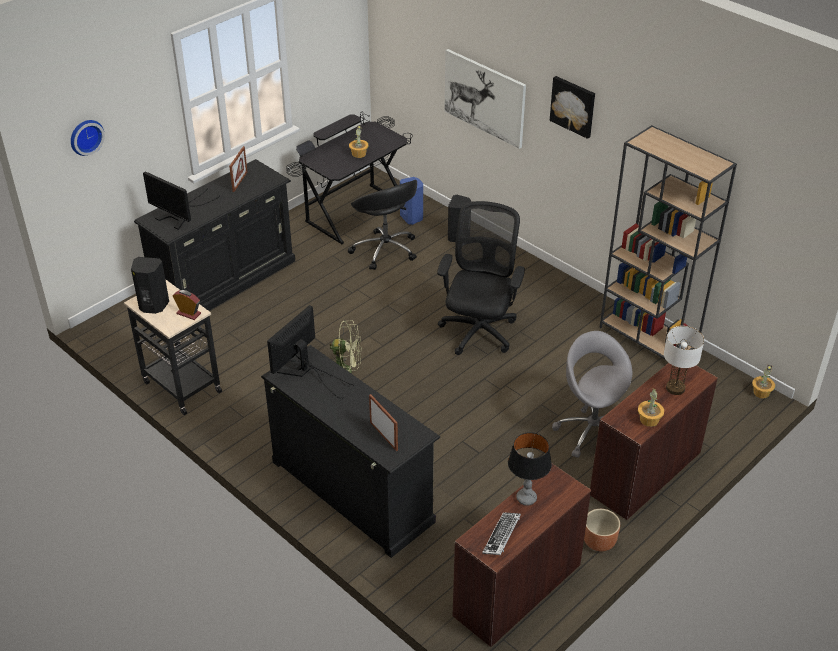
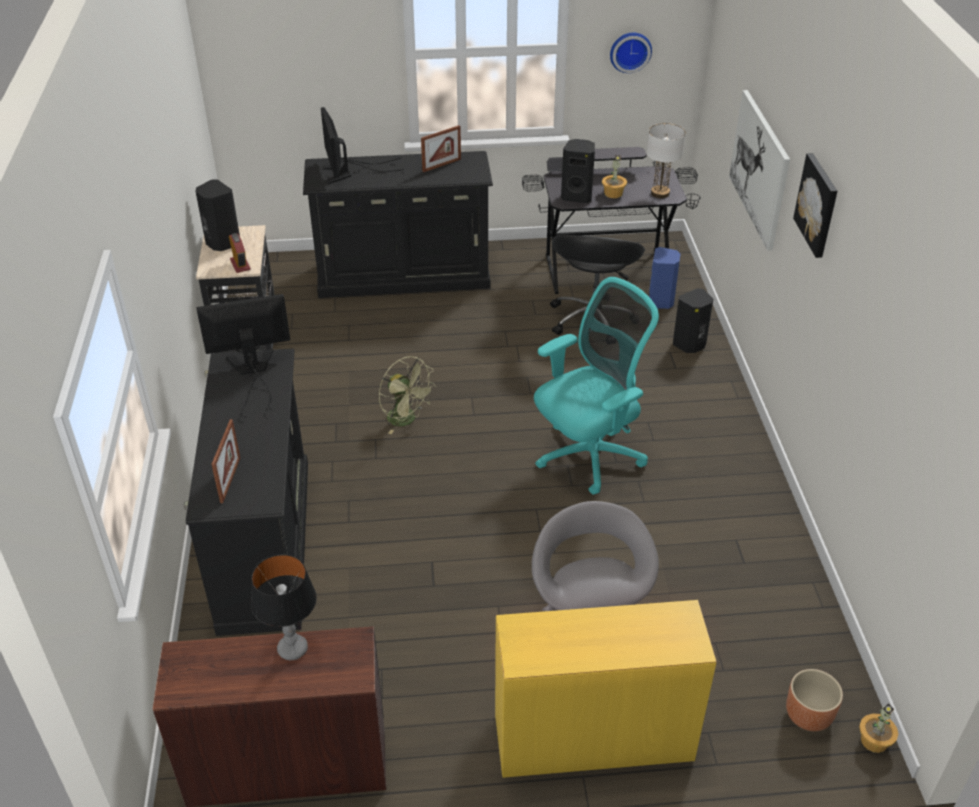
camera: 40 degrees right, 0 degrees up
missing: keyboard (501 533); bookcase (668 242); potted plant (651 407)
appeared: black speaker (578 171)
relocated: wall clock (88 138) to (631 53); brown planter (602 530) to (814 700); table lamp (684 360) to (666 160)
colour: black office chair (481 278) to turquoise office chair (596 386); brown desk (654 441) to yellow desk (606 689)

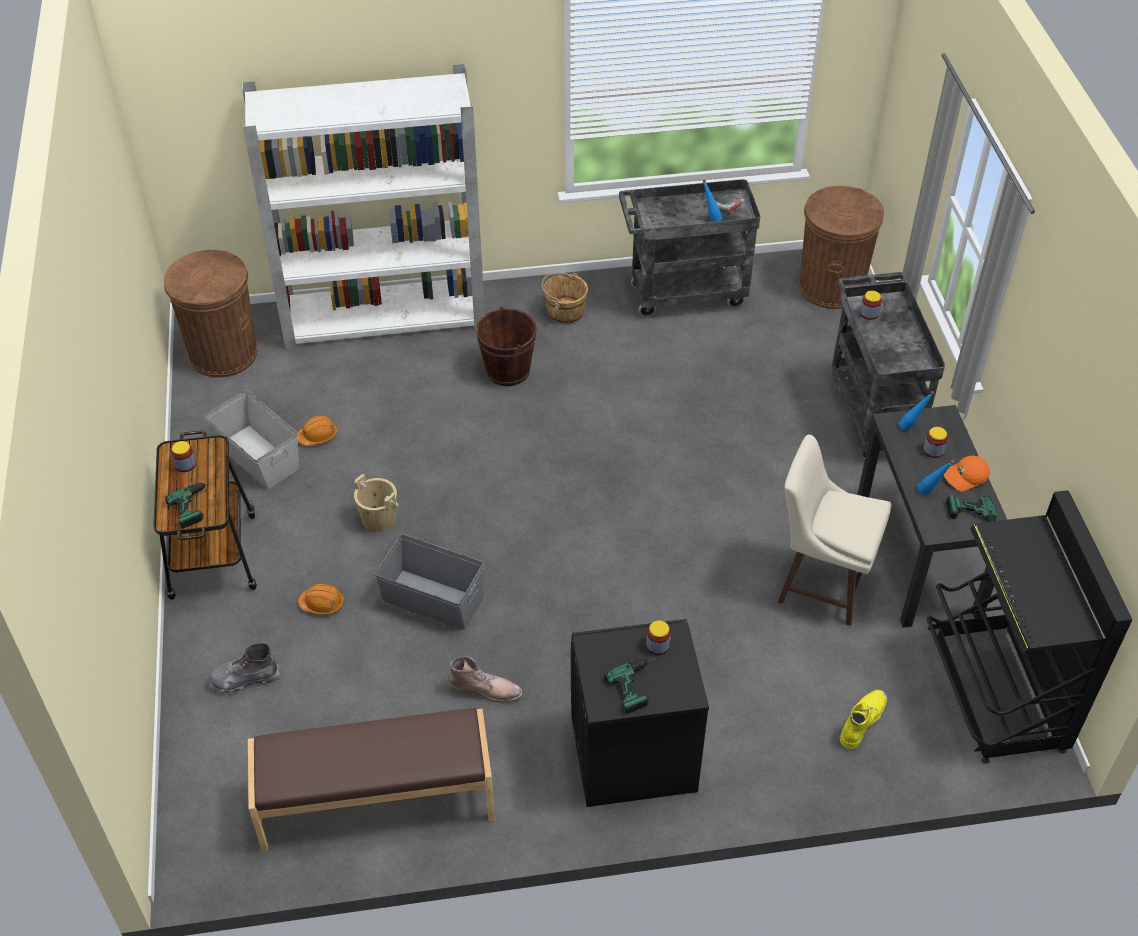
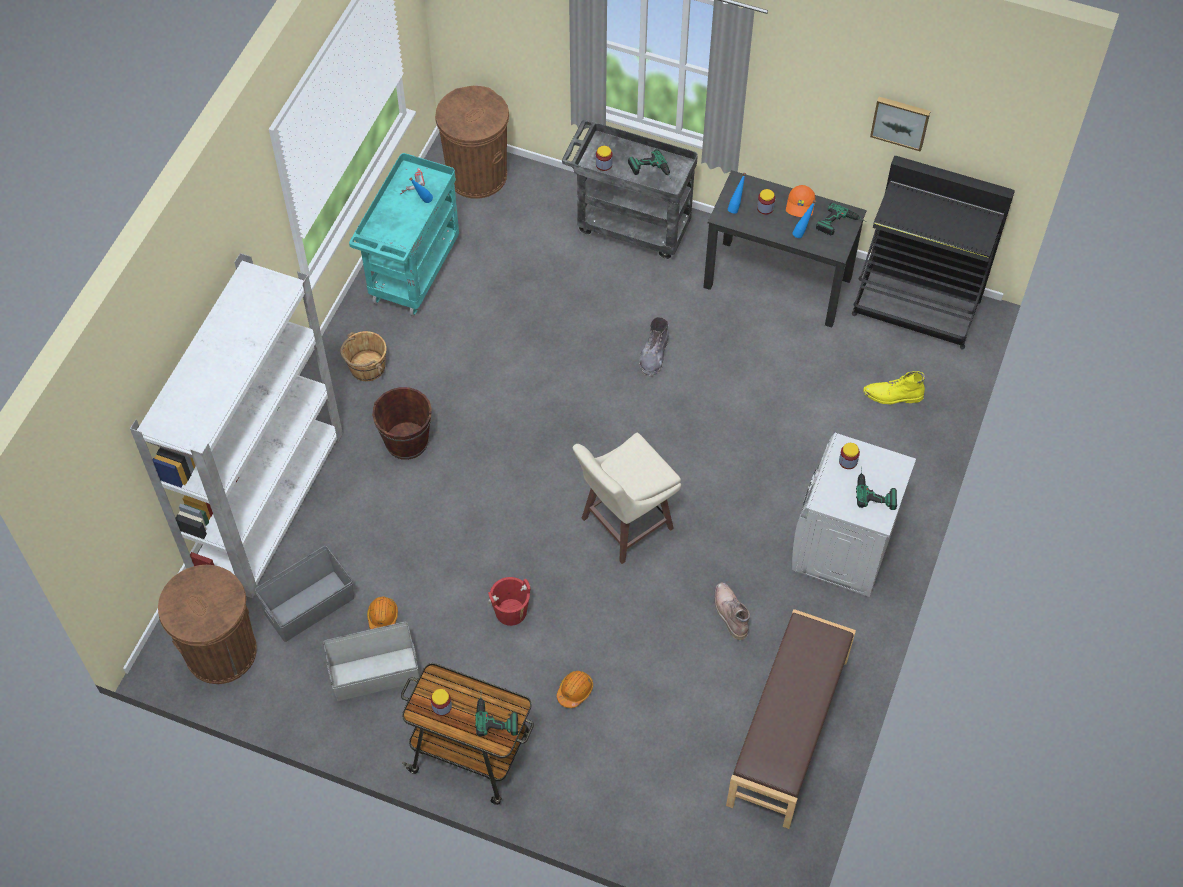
camera: 60 degrees left, 10 degrees up
appeared: power drill (650 165); picture (900 124)
relocated: grey boot (244 669) to (654 347); grey storage box (429 582) to (304 594); beige stool (834 530) to (627 498)
colour: beige bucket (376 503) to red bucket (509 601); black washing machine (640 713) to white washing machine (854 515); black cart (689 248) to turquoise cart (404 234)
spun: brown boot (486 680) = (732 611) 60 degrees counterclockwise; yellow boot (863 719) = (894 388) 60 degrees counterclockwise

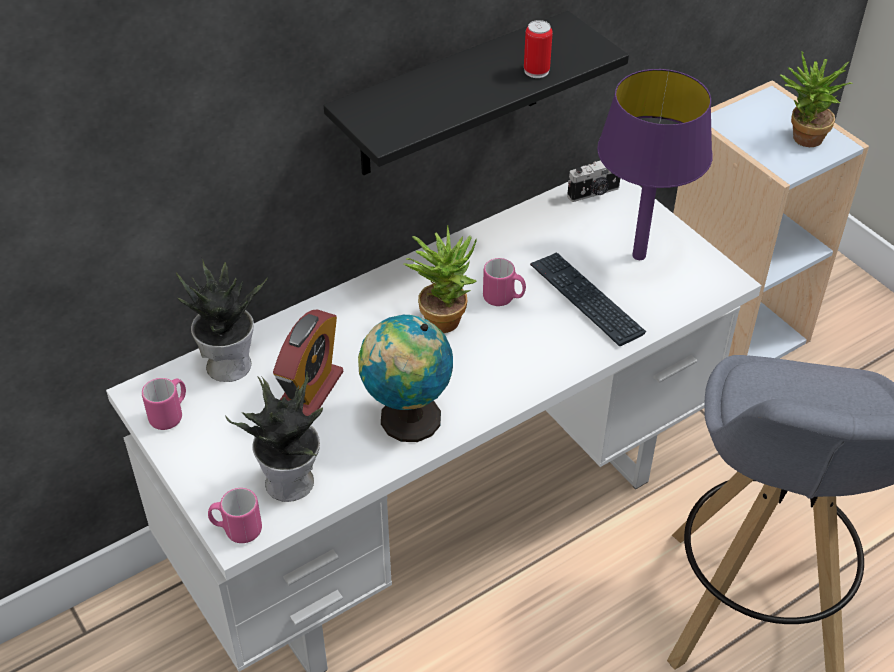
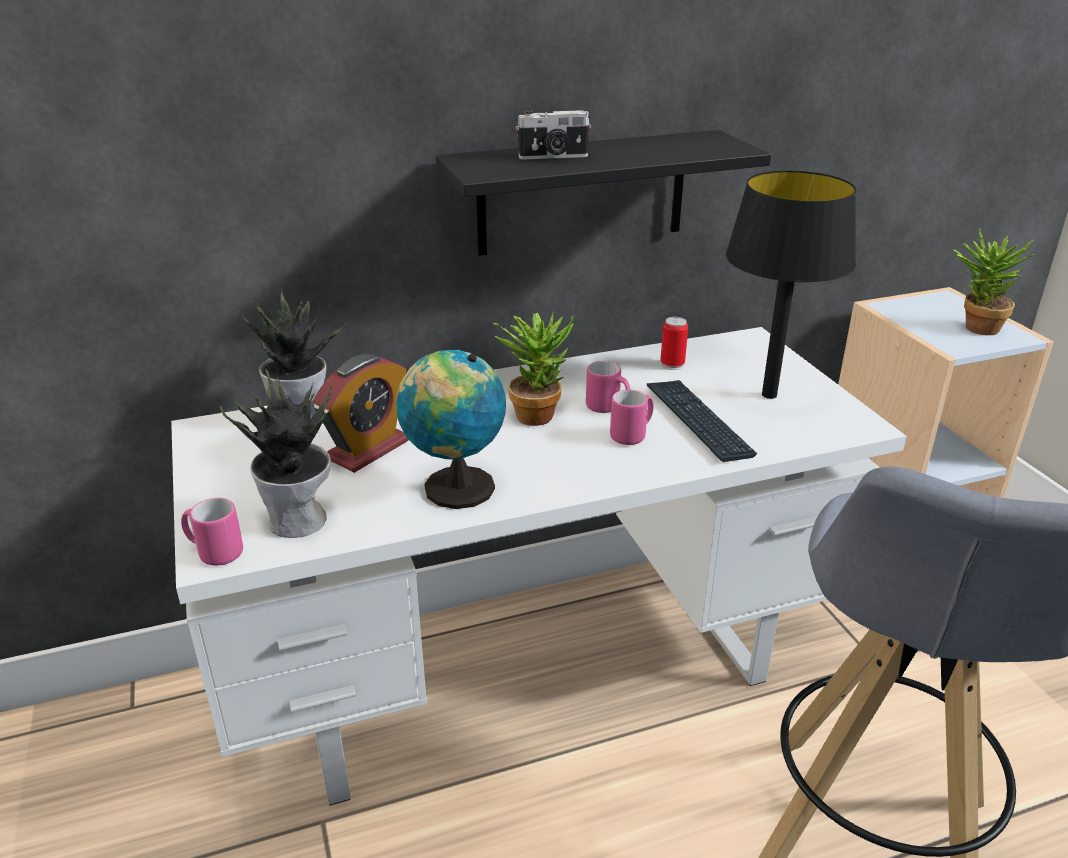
camera: 15 degrees right, 15 degrees down
relocated: pink mug (164 404) to (632 417); can (538 49) to (674 343); photo camera (593 181) to (554 134)
colour: purple table lamp (655 164) to black table lamp (791 285)

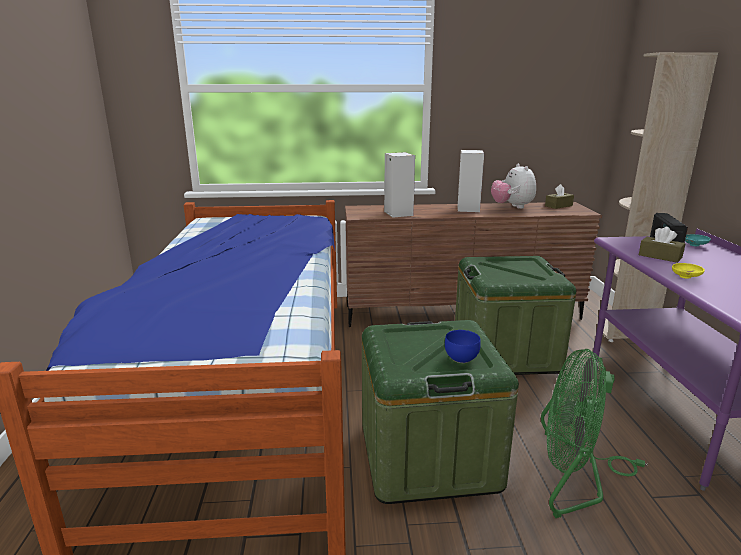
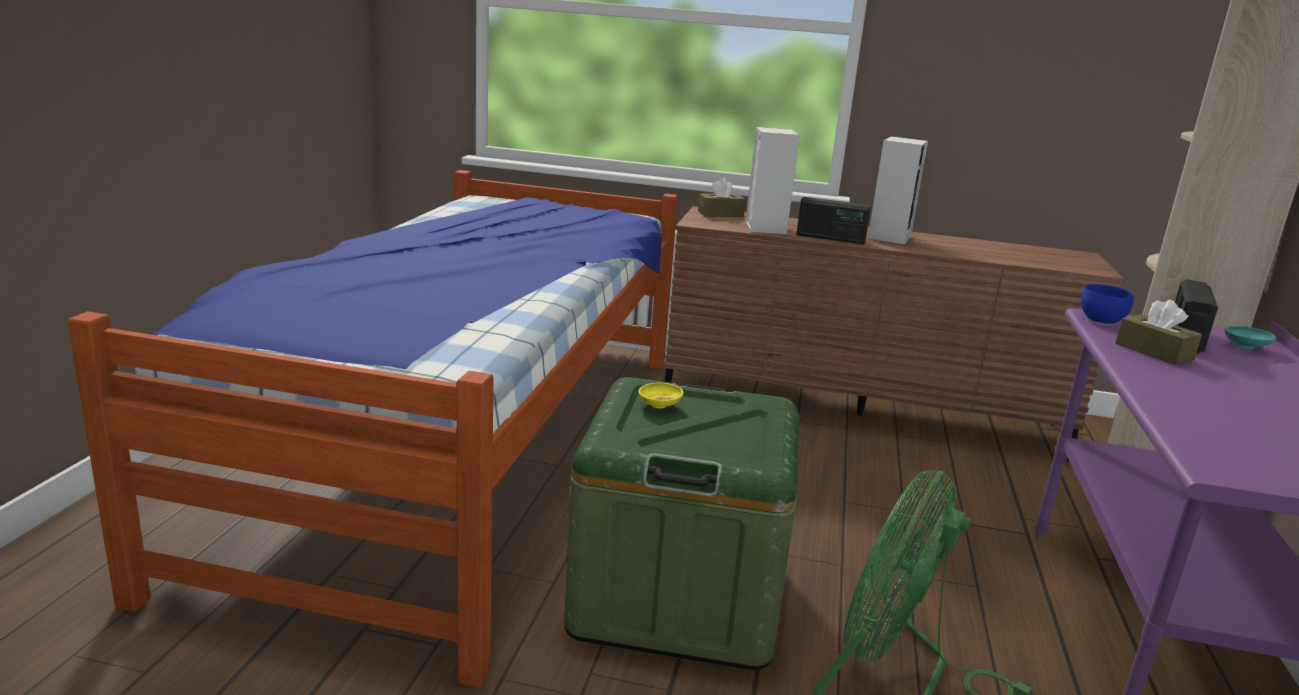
camera: 15 degrees right, 0 degrees up
missing: green storage box (515 315); plush toy (513 186)
appeared: radio (833 220)
relocated: blue bowl (463 346) to (1107 304); brown tissue box (559 196) to (722 197); yellow bowl (688 271) to (660 395)

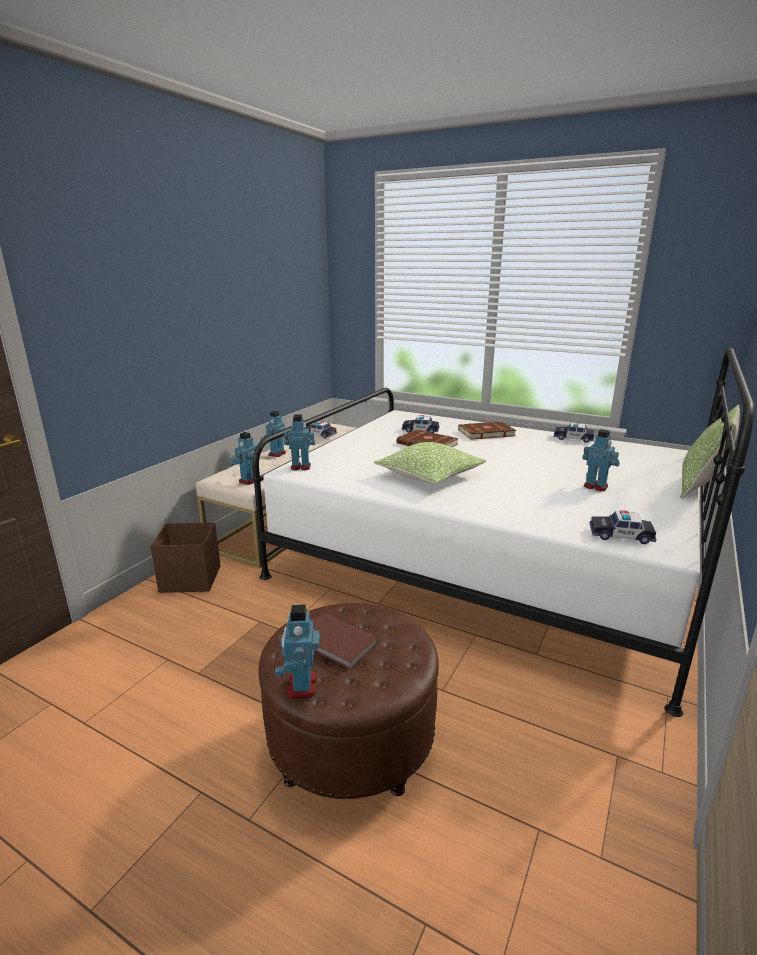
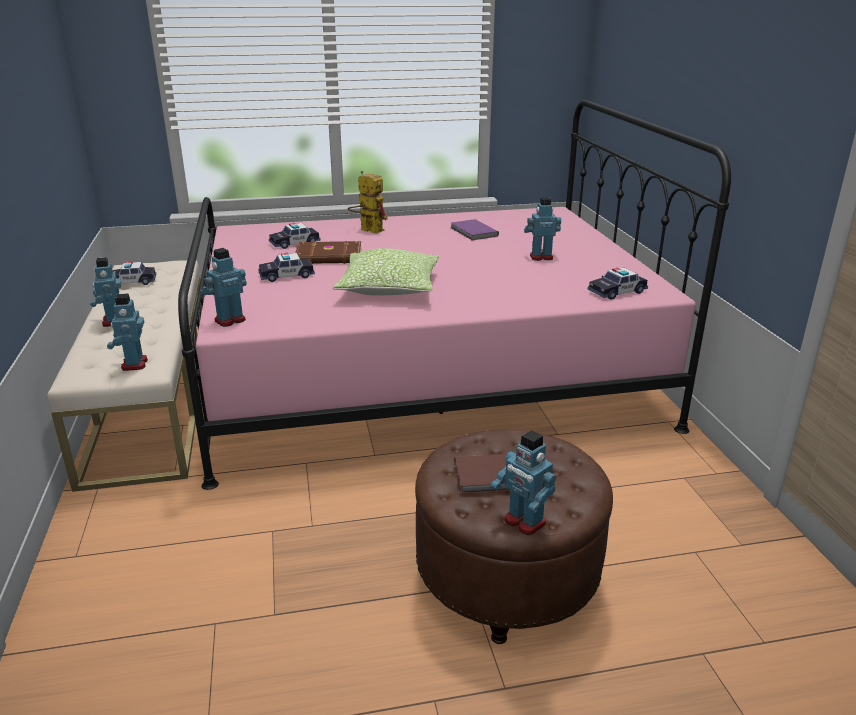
camera: 40 degrees left, 5 degrees up
missing: brown storage box (185 557); pillow (710 452)
appeared: purple book (475 229)
relocated: toy car (574 432) to (286 267)
exchanged: brown book (487 431) to toy robot (368 202)
colour: white bed (503 532) to pink bed (454 295)

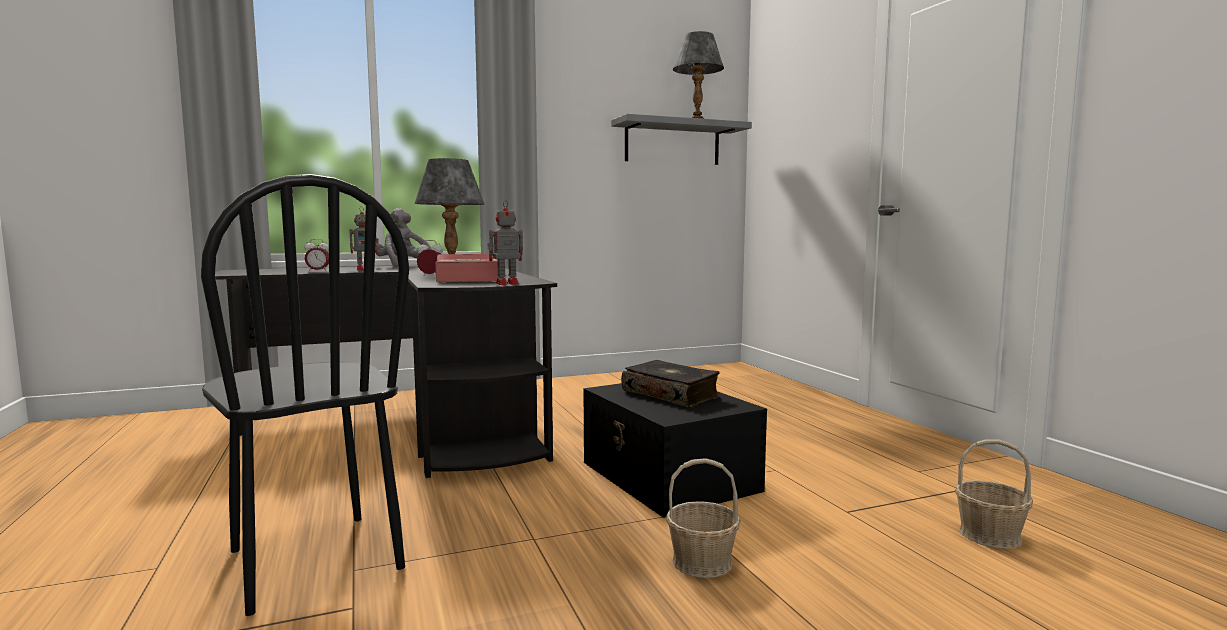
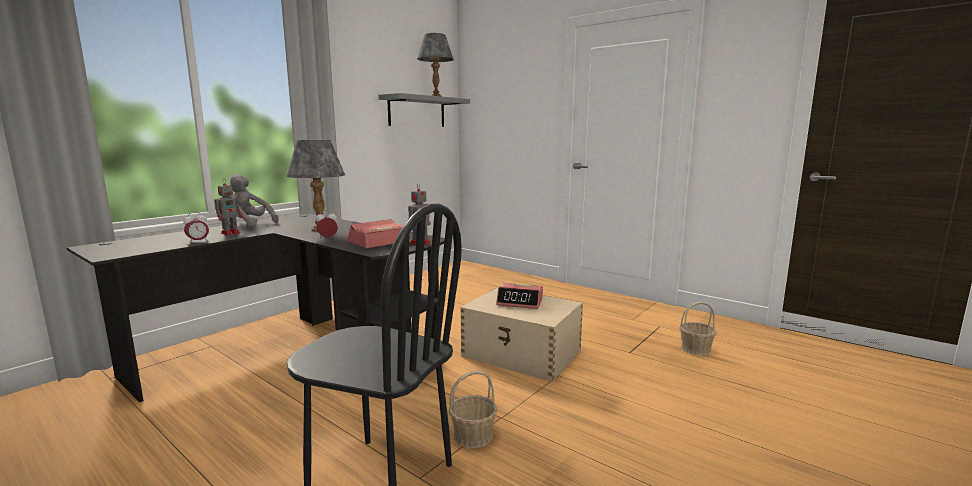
camera: 30 degrees left, 5 degrees up
relocated: basket (703 518) to (473 409)
exchanged: book (670 384) to alarm clock (519 296)
colour: black storage box (675 450) to beige storage box (521 334)

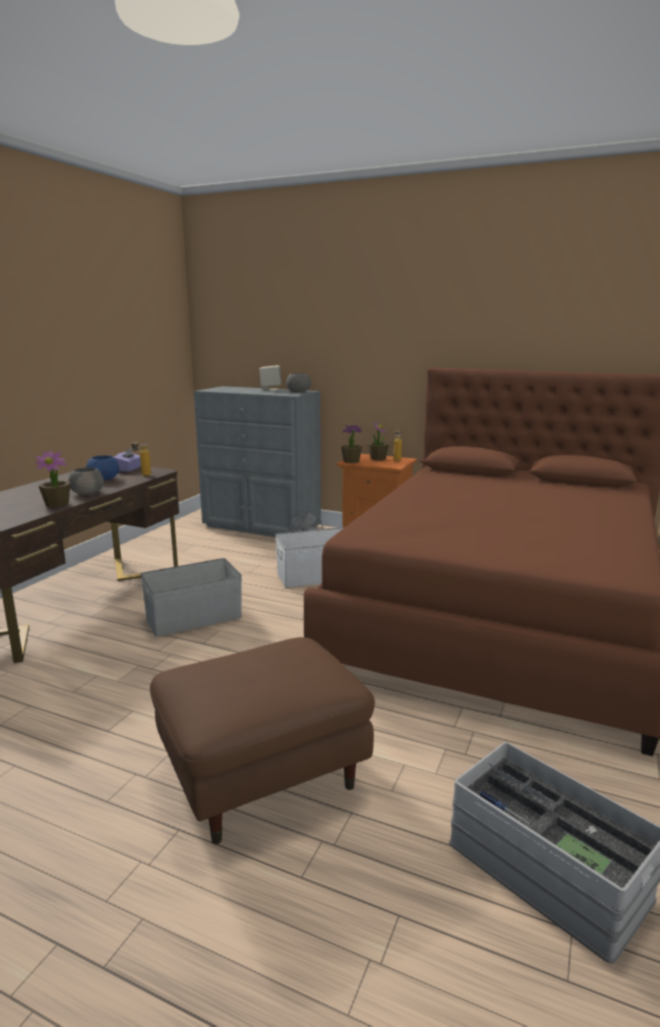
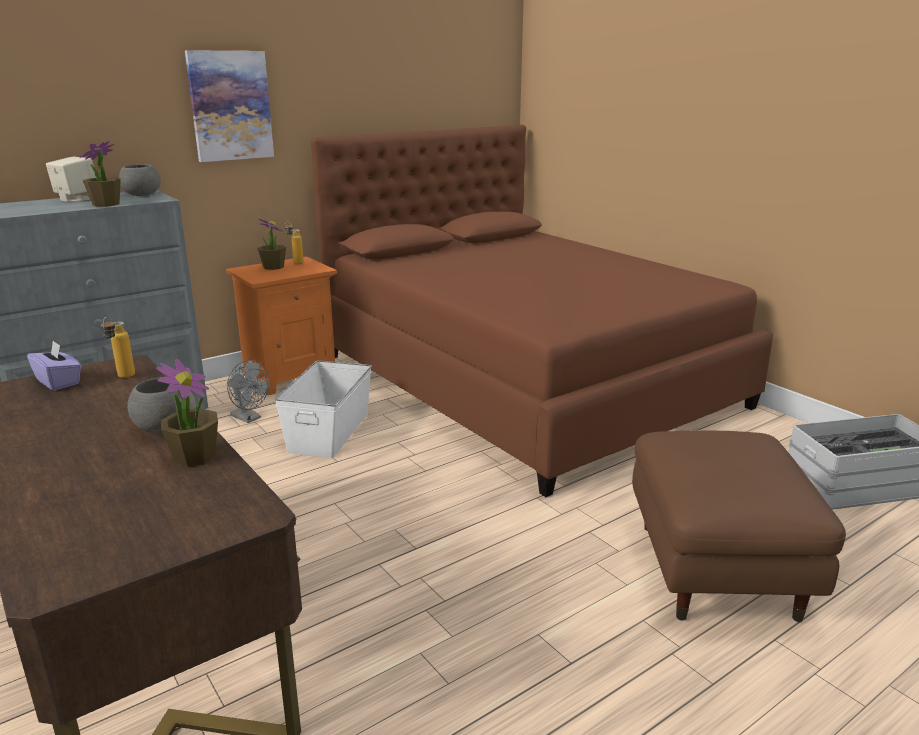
camera: 60 degrees left, 5 degrees up
missing: blue bowl (102 468); grey storage box (191 597)
appeared: picture (229 106)
relocated: potted plant (351 444) to (100 174)

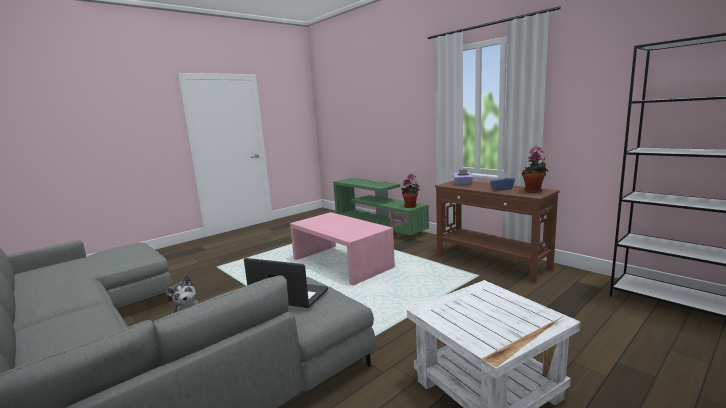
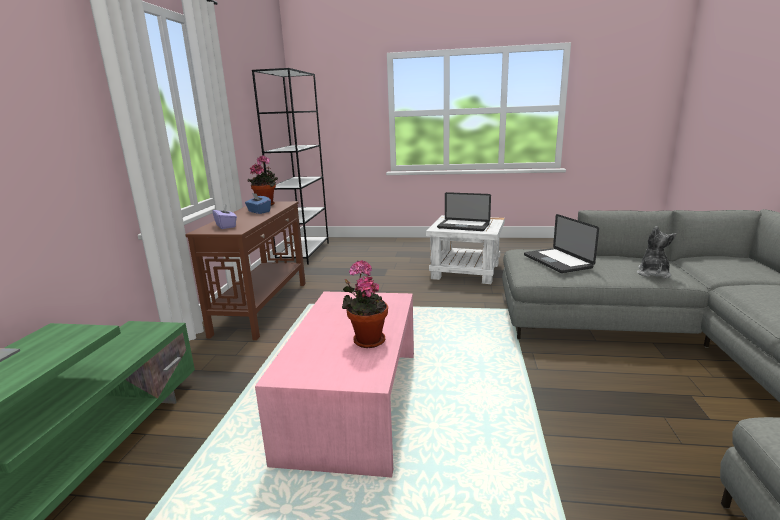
camera: 130 degrees left, 5 degrees up
appeared: laptop (464 211)
relocated: potted plant (410 191) to (365 304)

